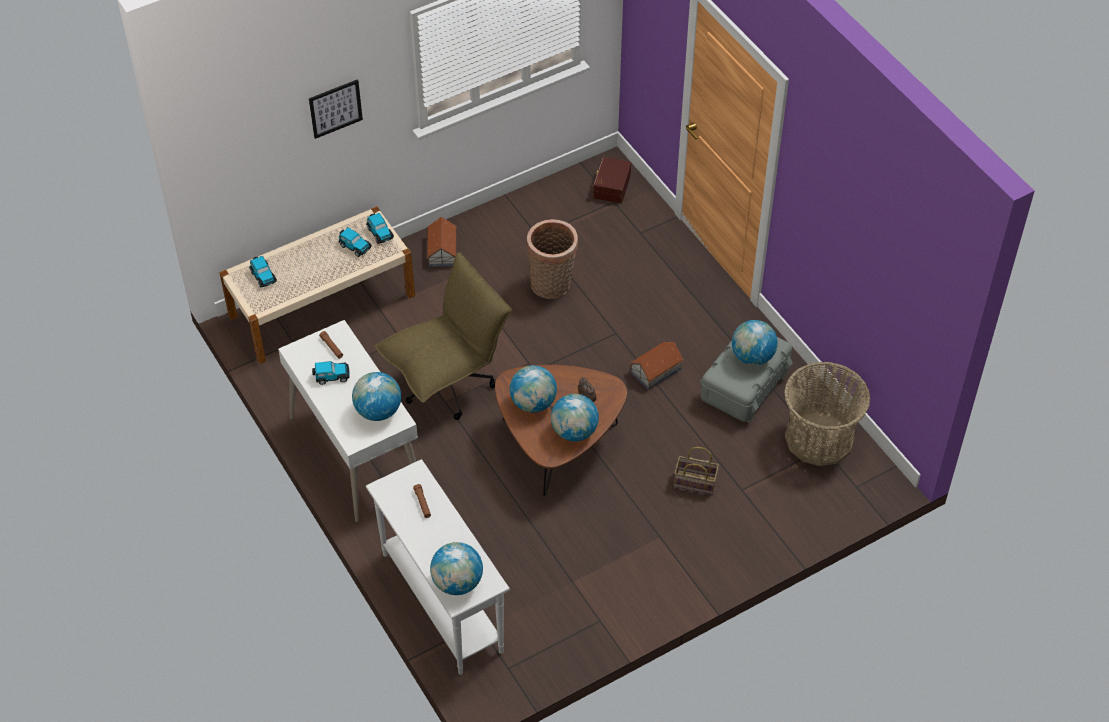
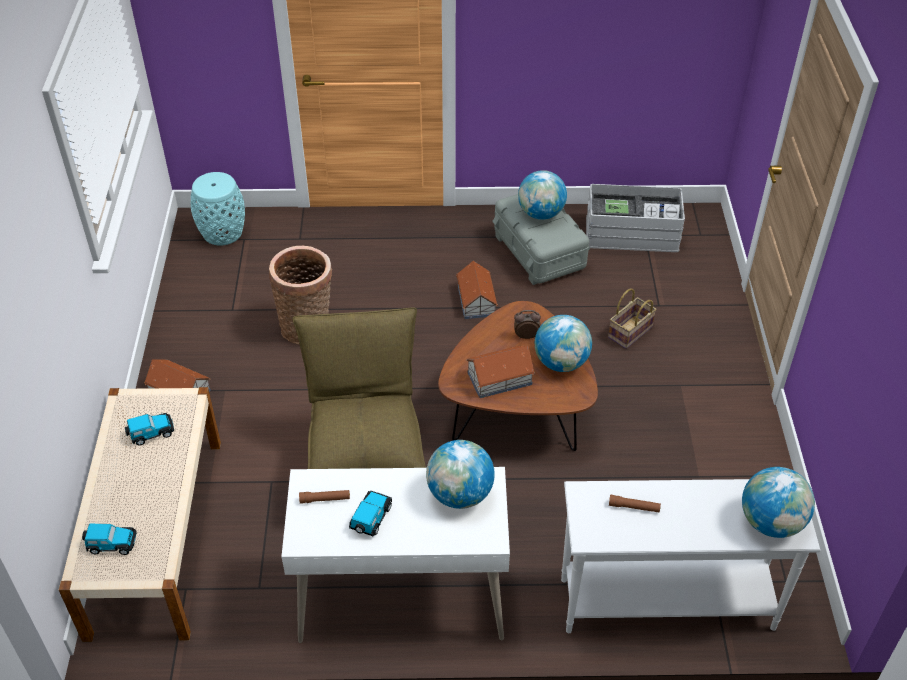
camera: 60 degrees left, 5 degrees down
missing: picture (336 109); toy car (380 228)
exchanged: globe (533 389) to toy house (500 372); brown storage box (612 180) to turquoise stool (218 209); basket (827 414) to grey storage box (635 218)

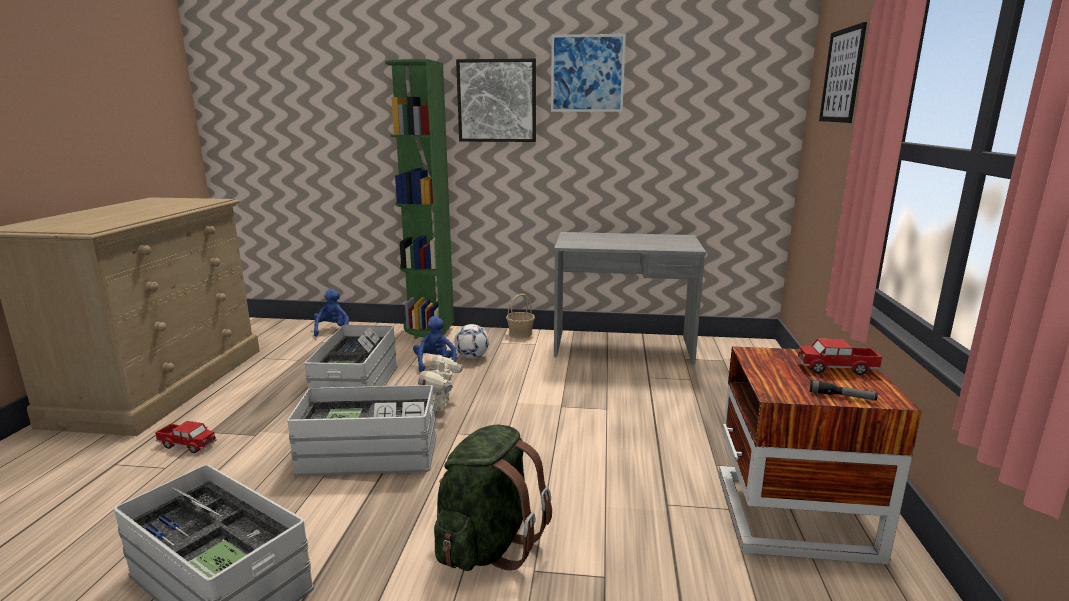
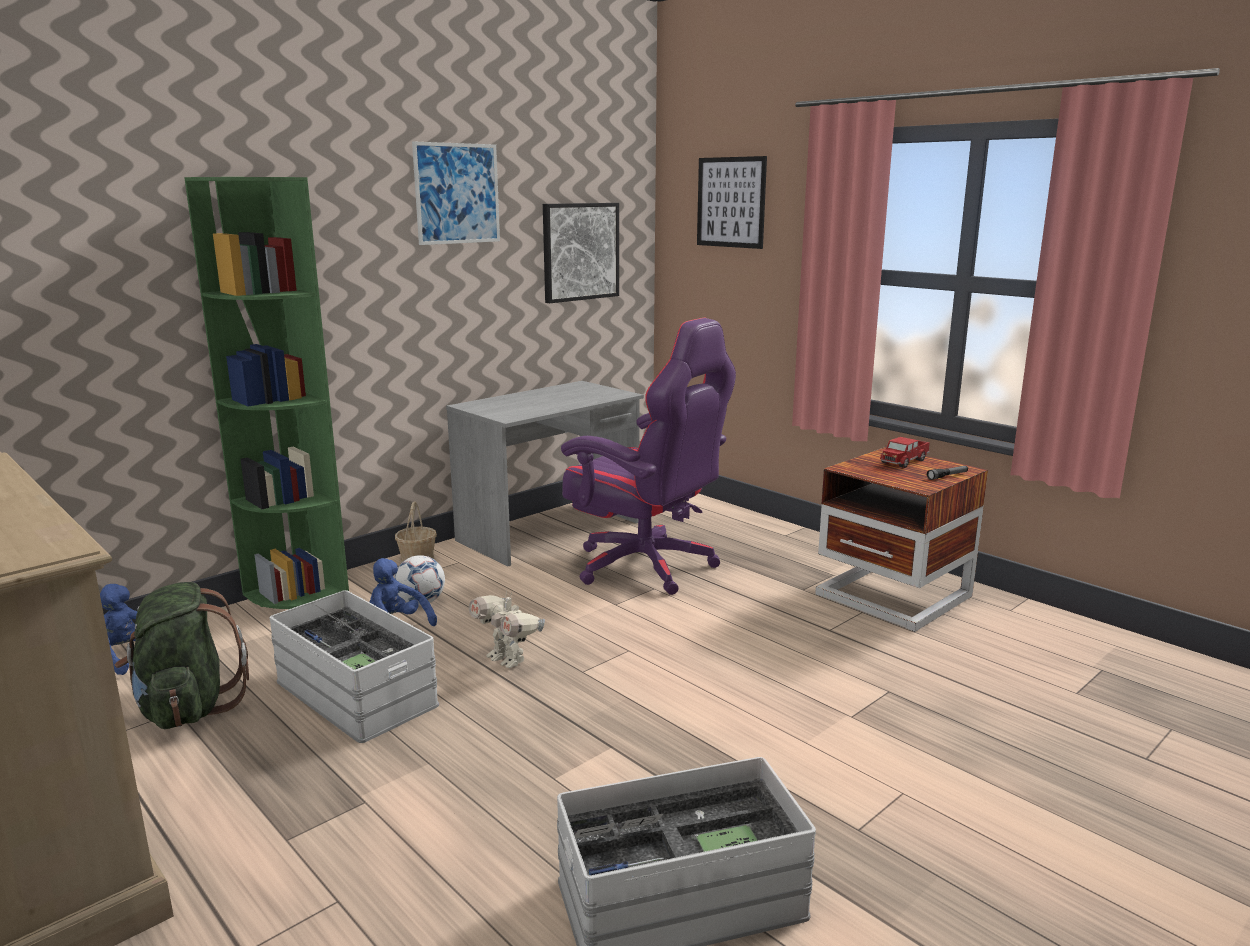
camera: 50 degrees left, 0 degrees up
missing: toy truck (185 437); grey storage box (362 430)
appeared: purple office chair (648 456)
relocated: green backpack (493 498) to (182 655); picture (496 100) to (581 253)

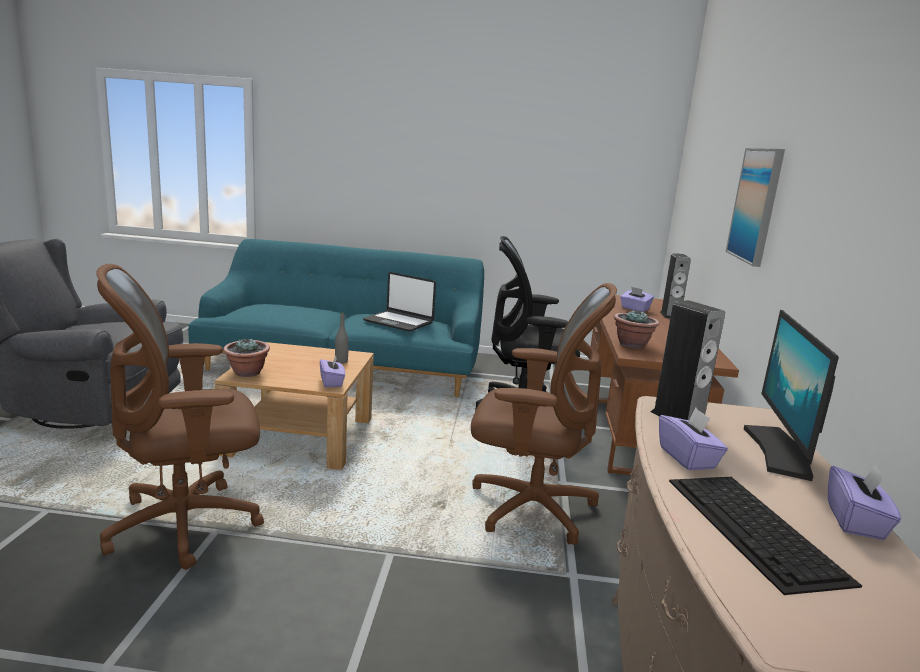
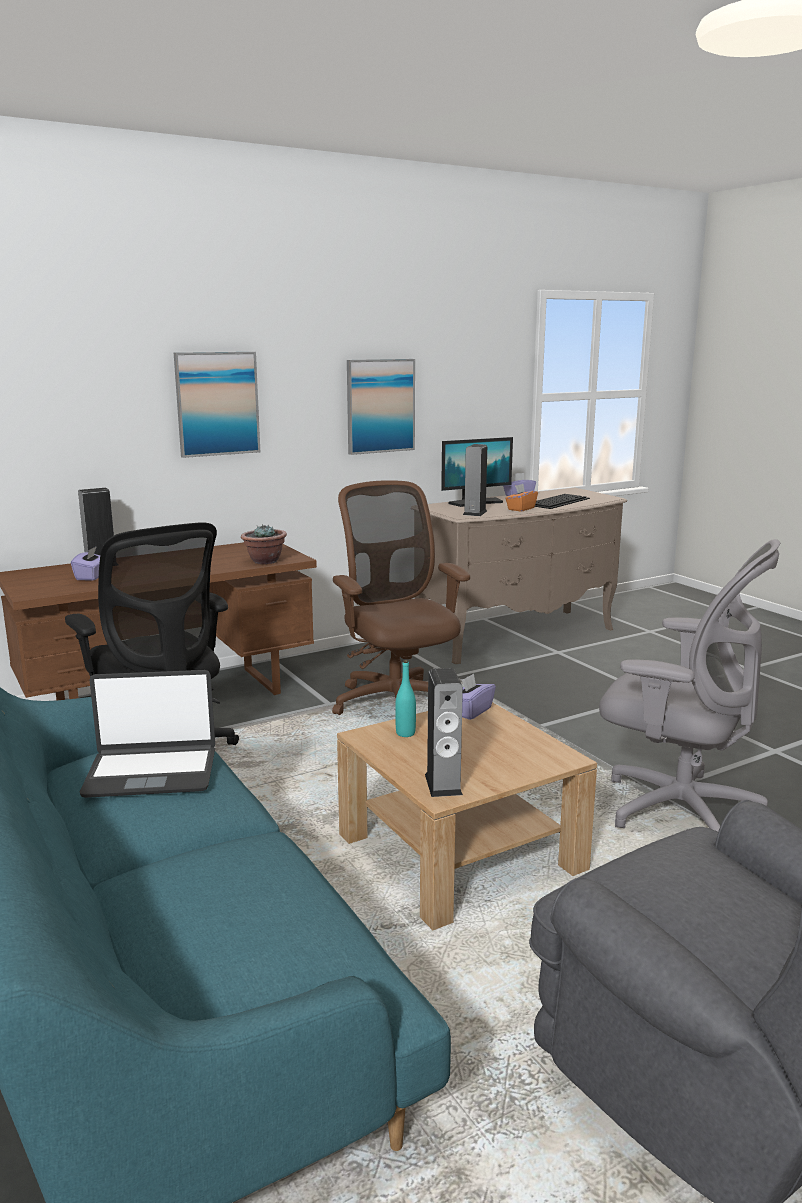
camera: 125 degrees left, 0 degrees up
missing: potted plant (246 357)
appeared: picture (381 407); speaker (444 732)
colour: brown office chair (180 417) to grey office chair (689 685); grey bottle (342 338) to turquoise bottle (405 698); purple tissue box (693 439) to orange tissue box (521 498)
spun: laptop (399 302) = (147 734) 90 degrees clockwise

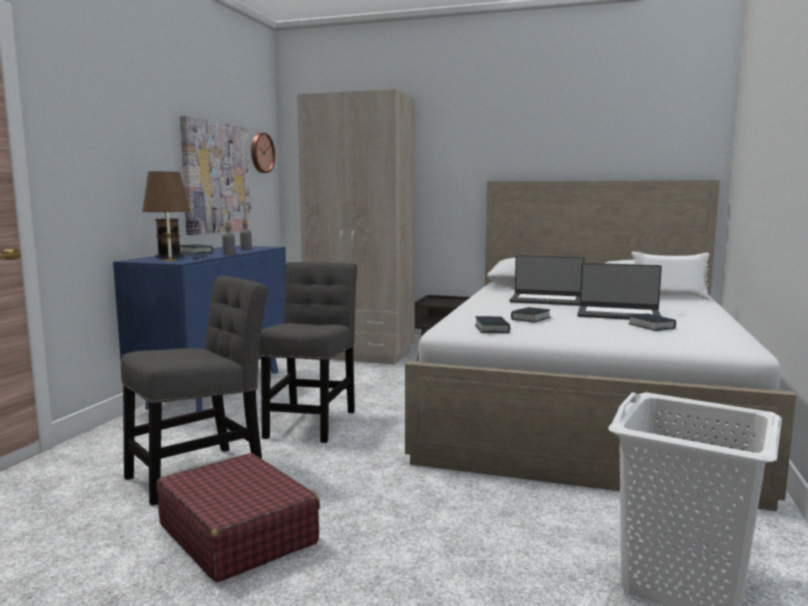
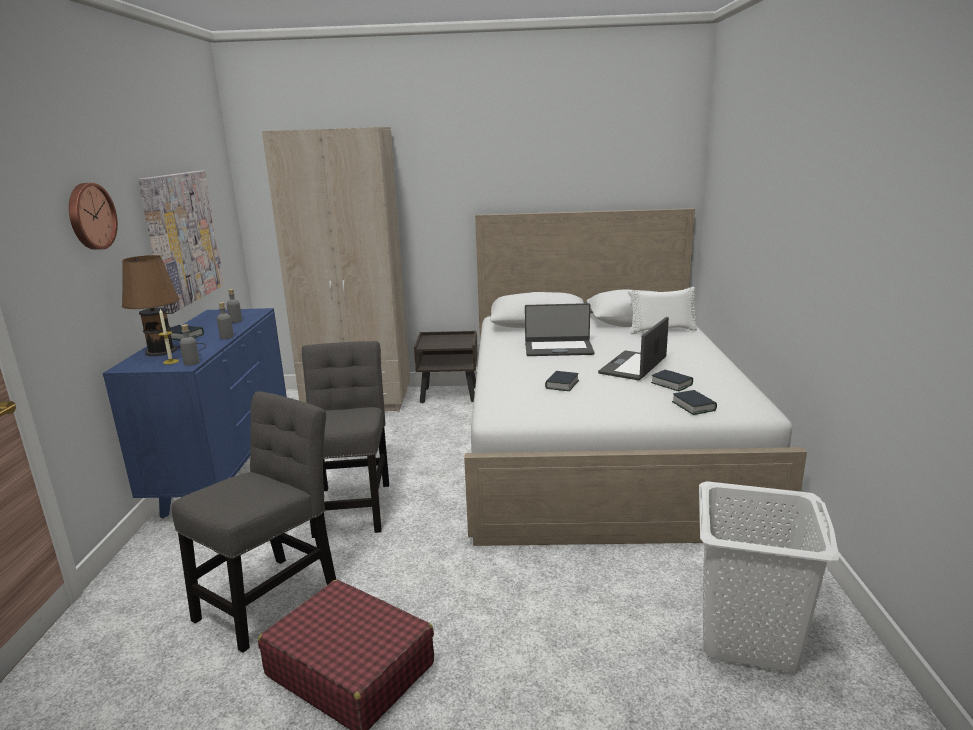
camera: 15 degrees left, 10 degrees up
appeared: grey bottle (190 345)
relocated: wall clock (263 153) to (93 216); book (492 324) to (694 402)
spun: laptop (619 291) = (633 349) 120 degrees clockwise

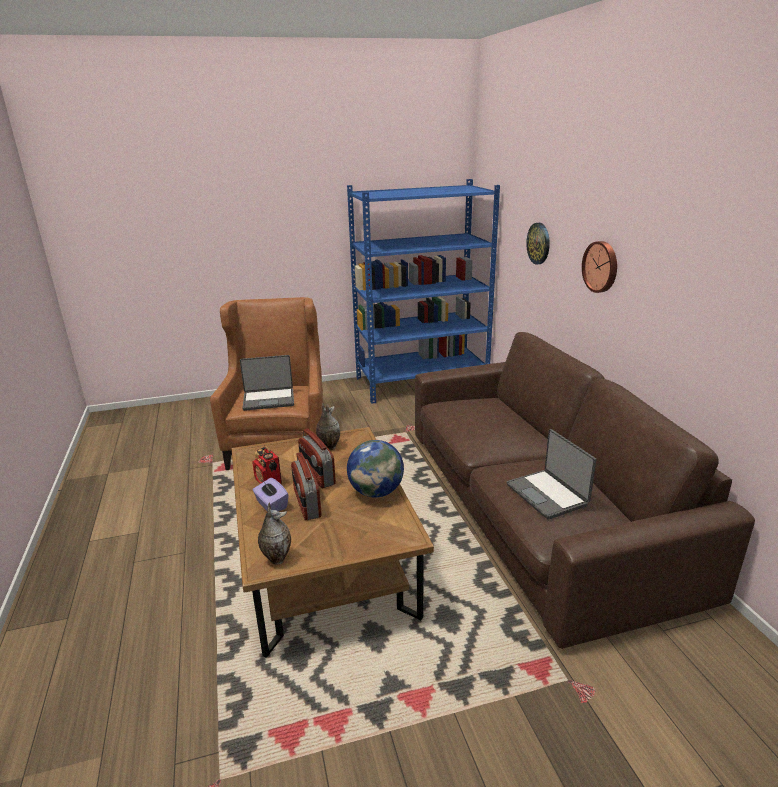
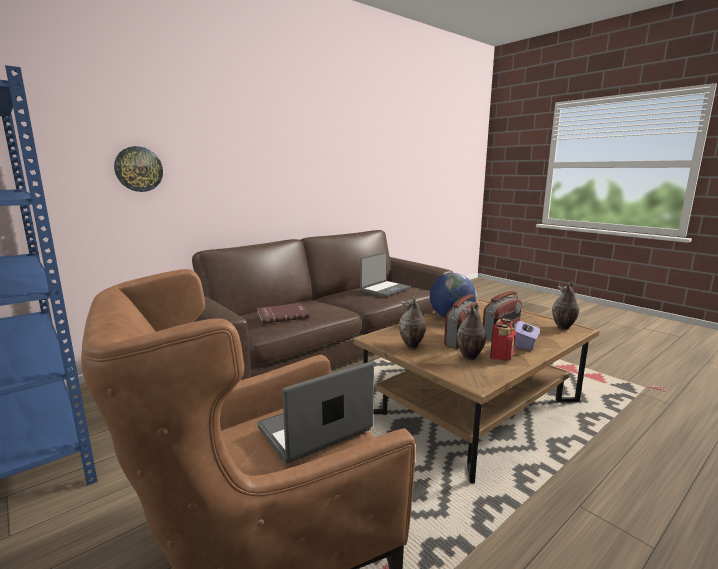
camera: 115 degrees left, 10 degrees down
missing: wall clock (599 267)
appeared: red book (283 313); vase (471 331)
spun: laptop (267 383) = (315 413) 90 degrees counterclockwise

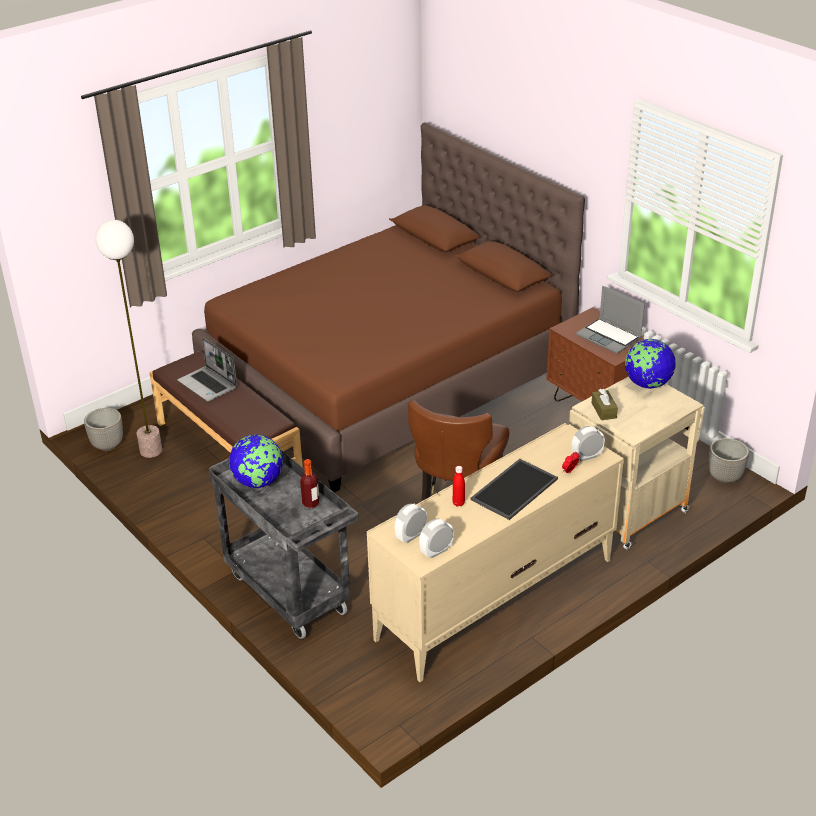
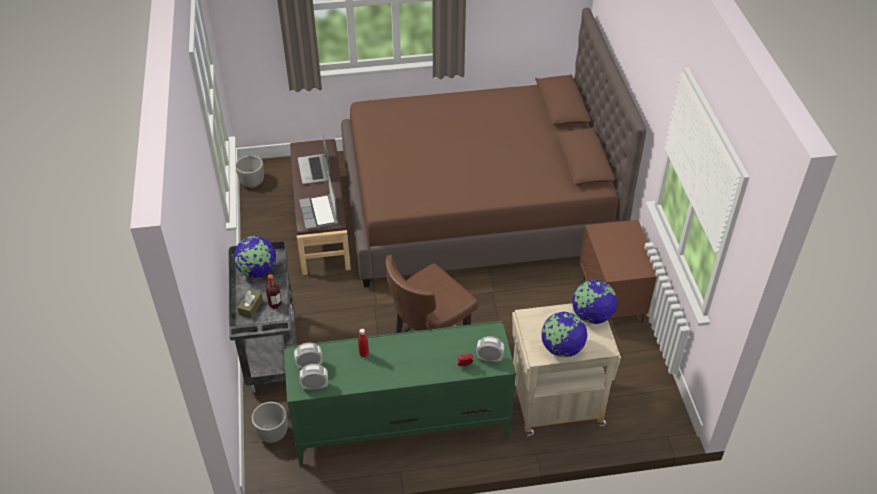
camera: 30 degrees right, 10 degrees up
missing: floor lamp (128 339); tray (514 489)
appeared: globe (564 334)
relocated: laptop (610 320) to (318 200); brown tissue box (605 404) to (250 304); planter (729 460) to (270 422)
colour: beige dresser (495 552) to green dresser (400 393)

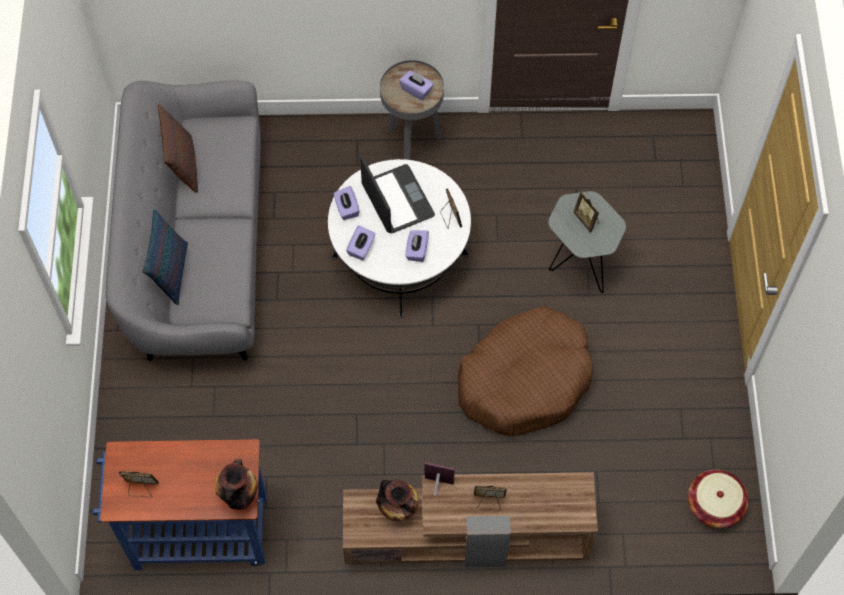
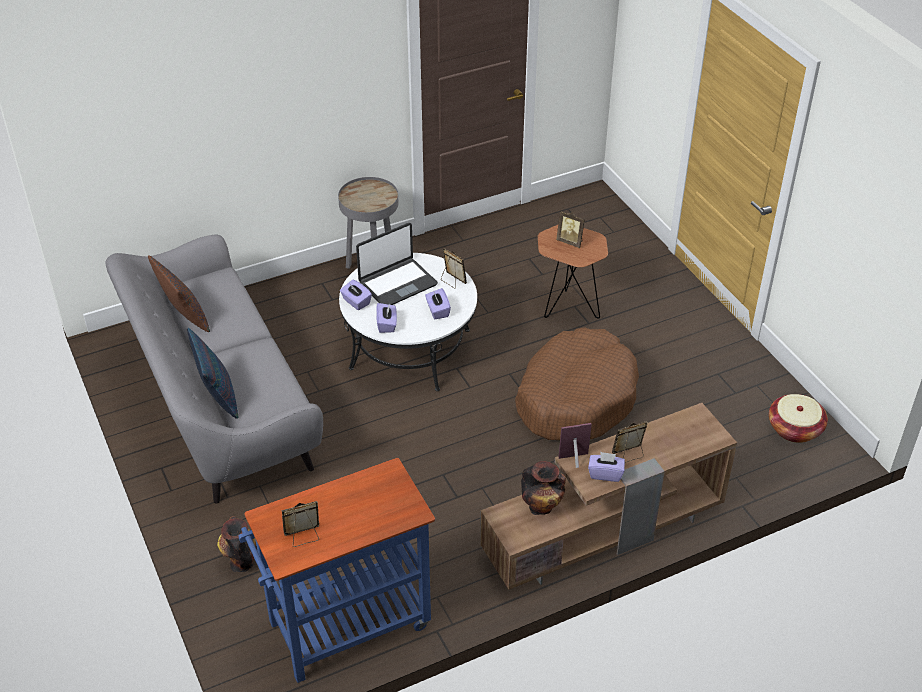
camera: 25 degrees left, 20 degrees down
relocated: vase (236 484) to (237 544); purple tissue box (416 85) to (606 467)
colour: grey side table (587 242) to brown side table (573 272)
spun: laptop (397 194) = (397 264) 105 degrees clockwise

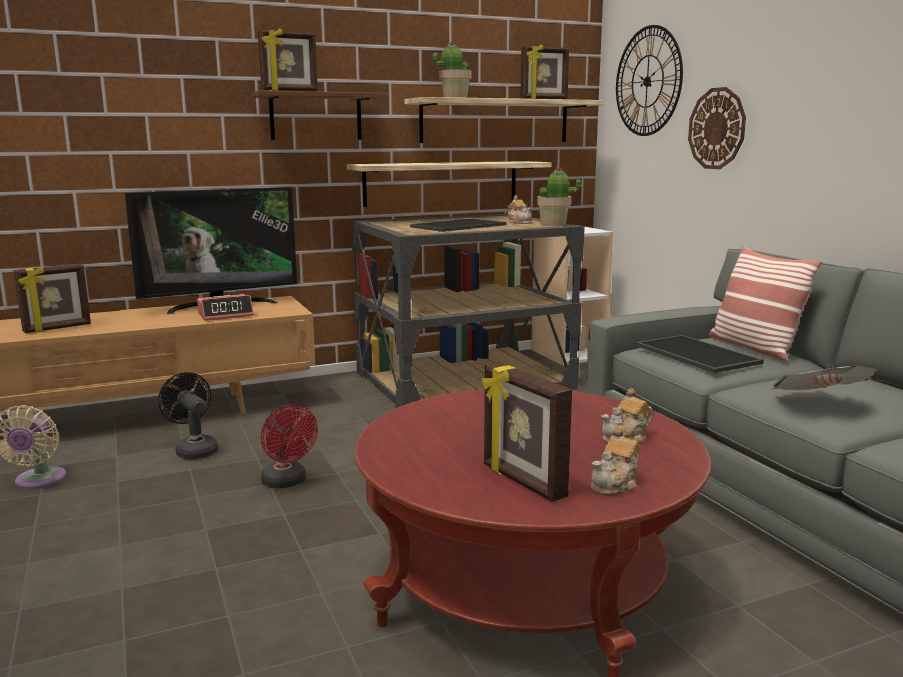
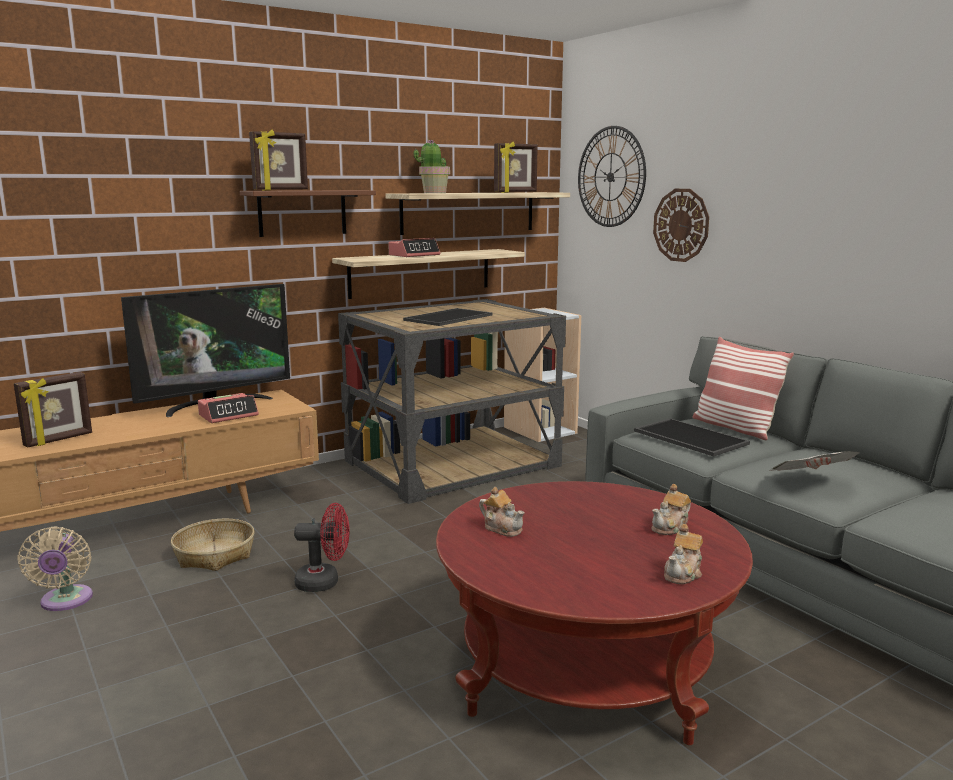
camera: 10 degrees left, 0 degrees up
missing: picture frame (527 432); potted plant (559 197)
appeared: alarm clock (414 247)
relocated: teapot (519 209) to (502 512)
exchanged: black fan (188 415) to basket (212 545)
spun: red fan (289 446) = (322 547) 45 degrees counterclockwise

